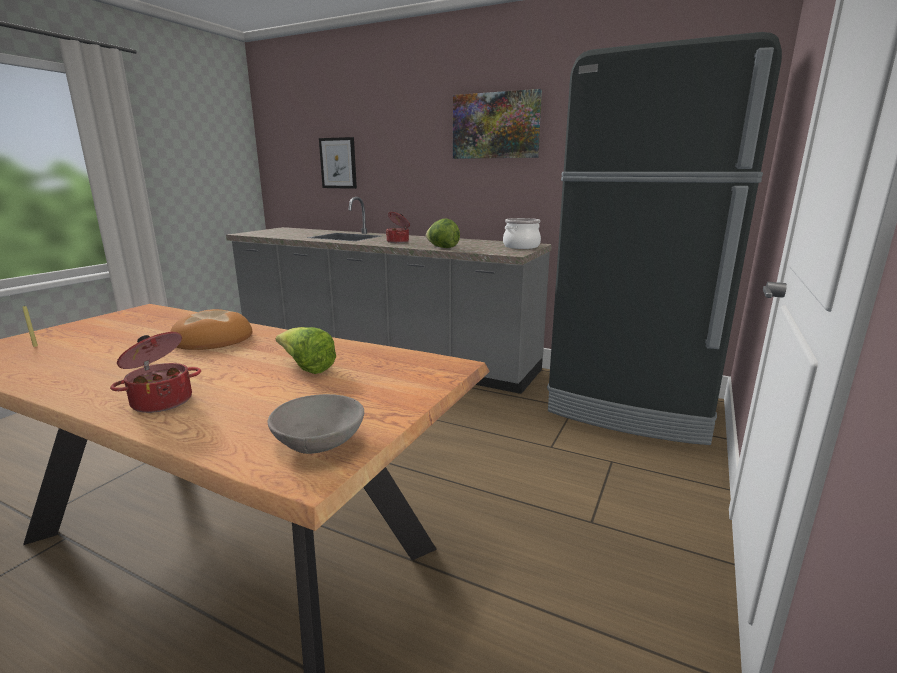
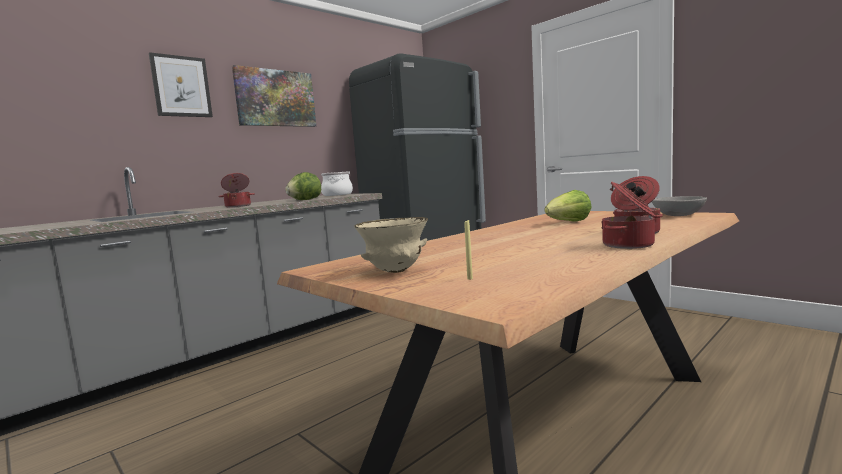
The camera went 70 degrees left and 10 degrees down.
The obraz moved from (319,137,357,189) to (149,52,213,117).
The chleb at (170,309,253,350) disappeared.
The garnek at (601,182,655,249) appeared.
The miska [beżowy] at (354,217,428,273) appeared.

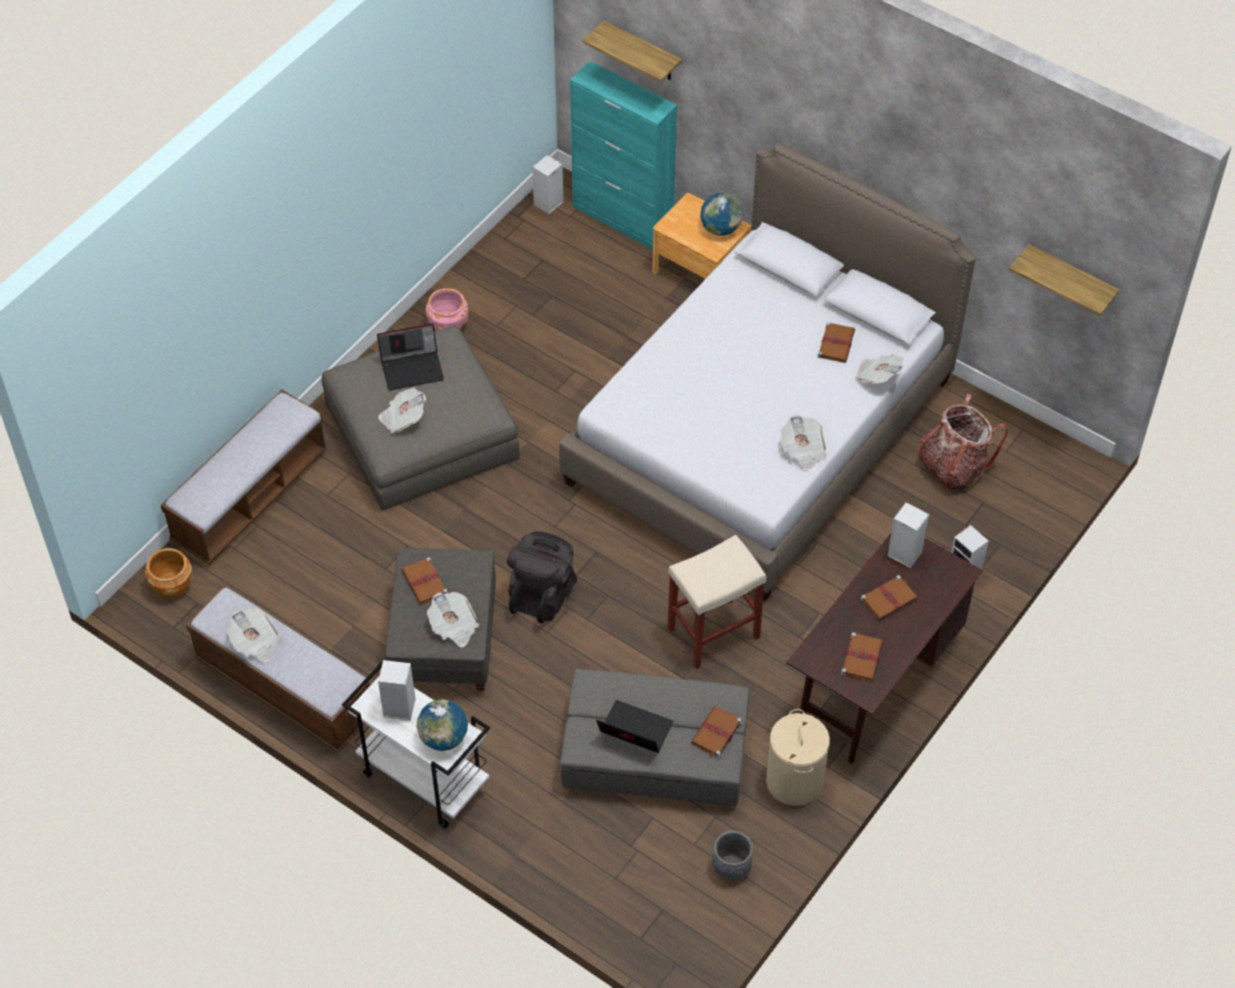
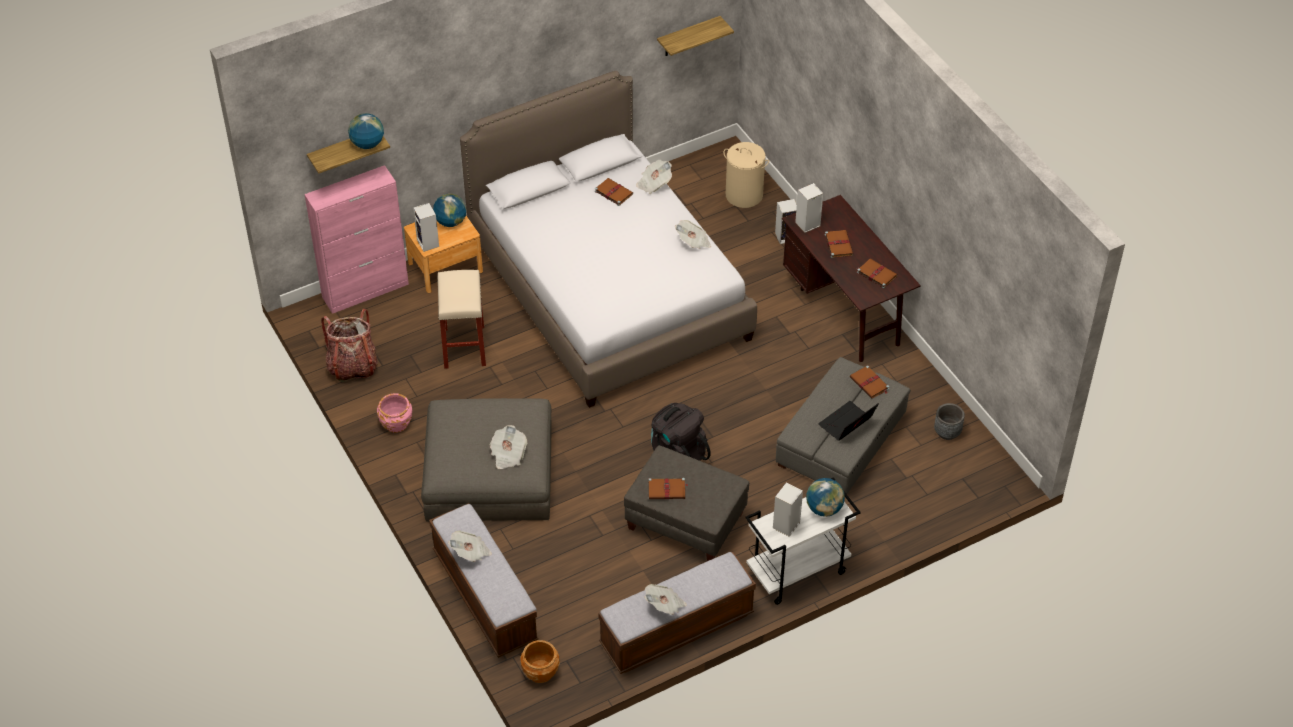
The camera went 65 degrees left and 5 degrees down.
The szafka [turkusowy] at (570,61,677,250) became the szafka [różowy] at (304,165,409,314).
The głośnik moved from (532,155,564,214) to (413,203,439,252).
The laptop at (377,324,444,390) disappeared.
The plecak moved from (919,394,1008,490) to (321,309,378,382).
The stołek [beżowy] moved from (668,535,766,669) to (437,270,486,369).
The gazeta moved from (427,592,479,647) to (448,531,492,562).
The kosz na pranie [beżowy] moved from (766,709,830,806) to (723,142,769,208).
The globus at (348,113,384,149) appeared.

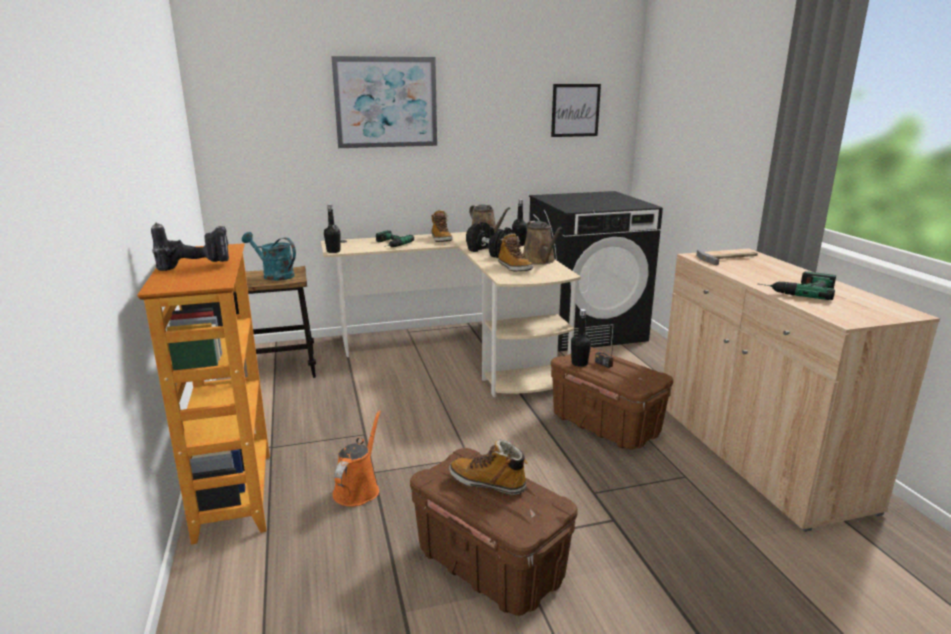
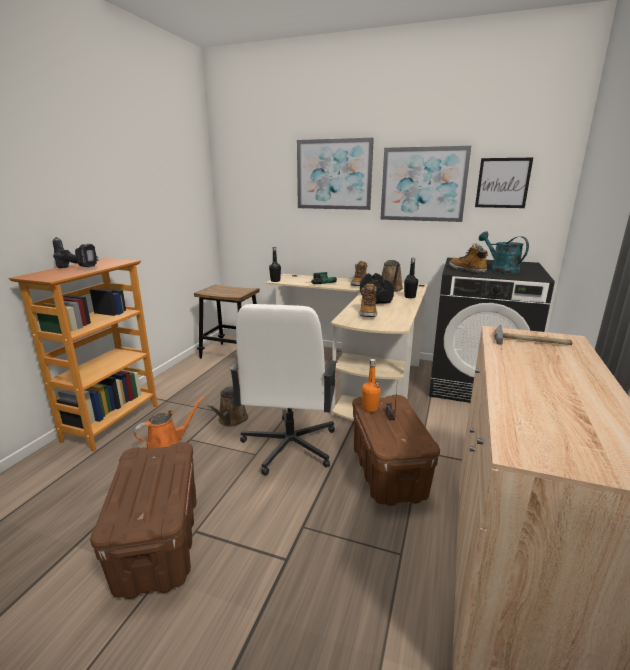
The camera went 35 degrees right and 0 degrees up.
The konewka [brązowy] moved from (523,221,562,265) to (207,383,248,427).
The konewka [turkusowy] moved from (242,232,296,281) to (479,231,529,274).
The wiertarka at (758,271,836,300) disappeared.
The butelka [czarny] at (571,309,591,367) became the butelka [pomarańczowy] at (362,359,381,412).
The but z cholewką moved from (449,439,528,495) to (449,243,488,273).
The obraz at (380,146,471,222) appeared.
The krzesło biurowe [biały] at (229,304,337,476) appeared.

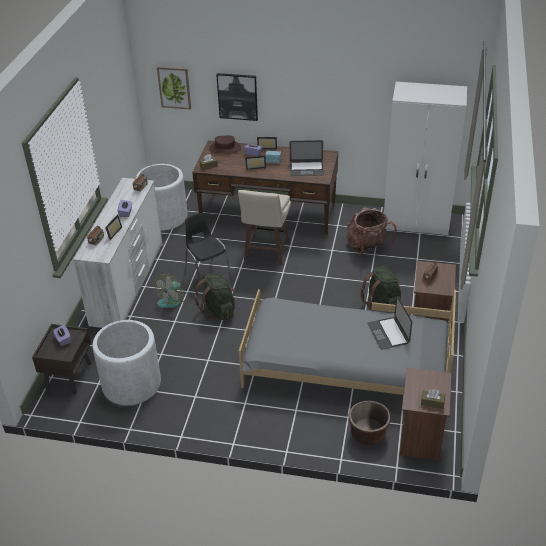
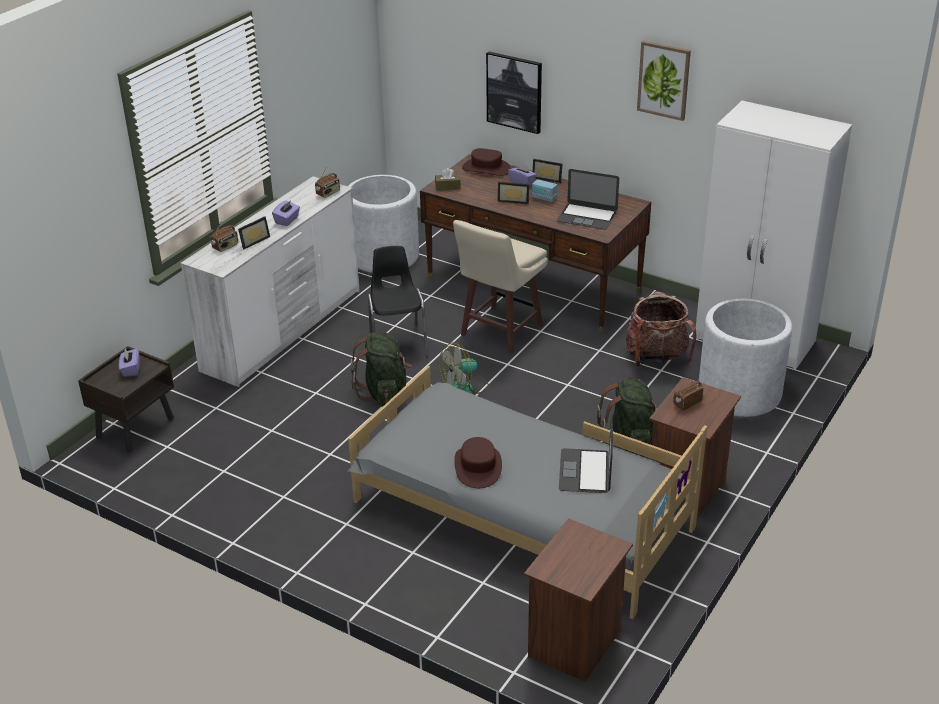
The camera went 20 degrees right and 5 degrees down.
The obraz moved from (157,66,191,110) to (637,41,691,121).
The wentylator moved from (155,274,188,308) to (439,342,489,394).
The donica [biały] moved from (92,320,161,405) to (699,299,792,417).
The pudełko chusteczek [brązowy] at (421,389,445,409) disappeared.
The donica [brązowy] at (349,401,390,445) disappeared.
The kapelusz [brązowy] at (454,437,502,488) appeared.

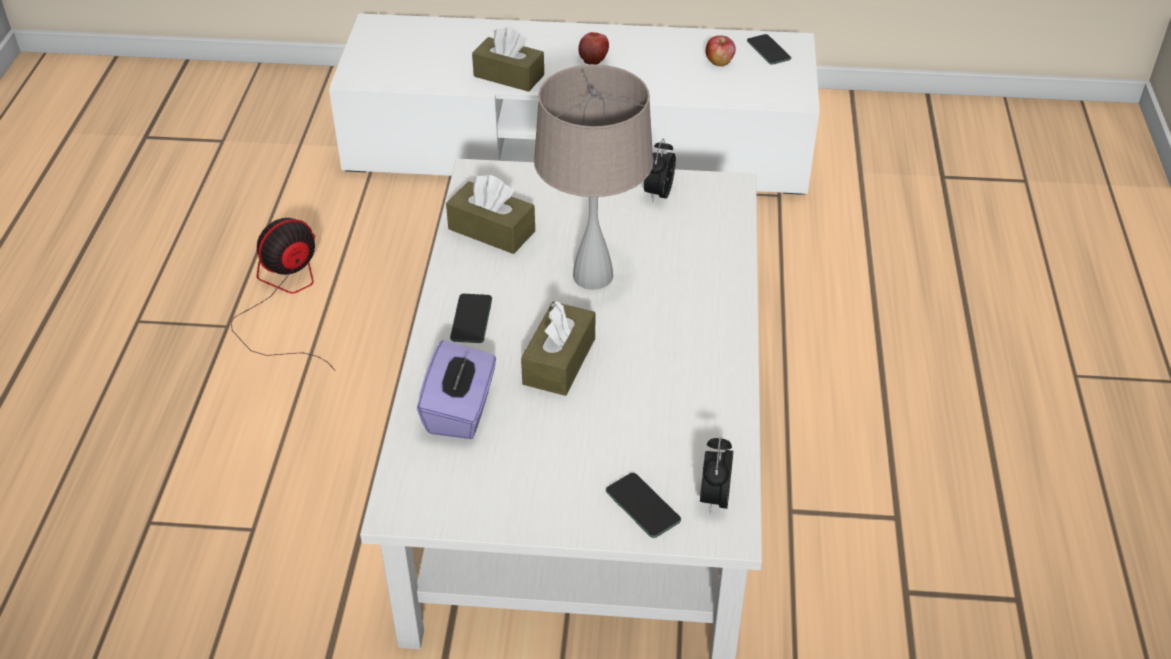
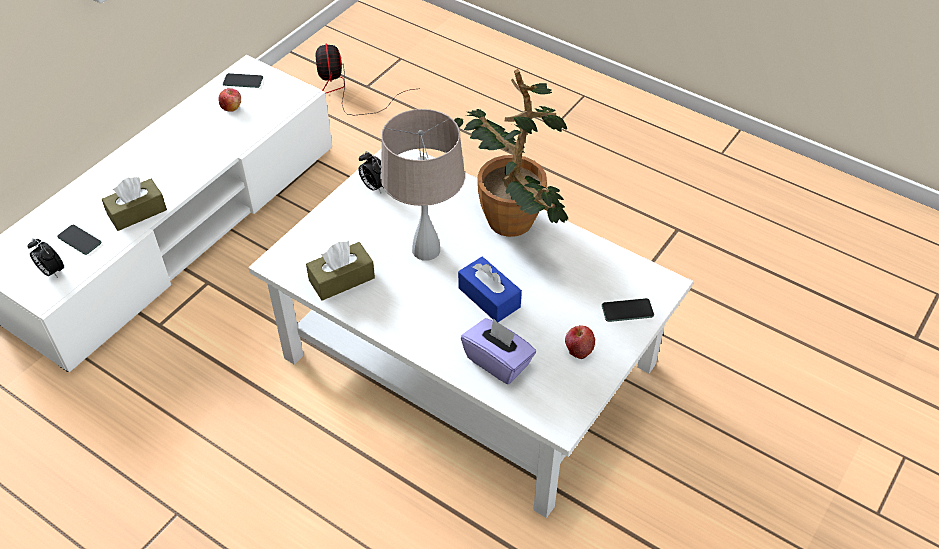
The camera went 60 degrees left and 5 degrees up.
The jabłko moved from (578,32,609,65) to (565,325,595,359).
The wentylator moved from (231,218,336,371) to (315,43,414,115).
The telefon moved from (450,294,492,343) to (57,225,101,255).
The pudełko chusteczek [brązowy] at (521,301,595,396) became the pudełko chusteczek [niebieski] at (458,257,522,322).
The budzik moved from (700,437,733,513) to (28,238,64,278).
The roślina doniczkowa at (454,69,569,237) appeared.

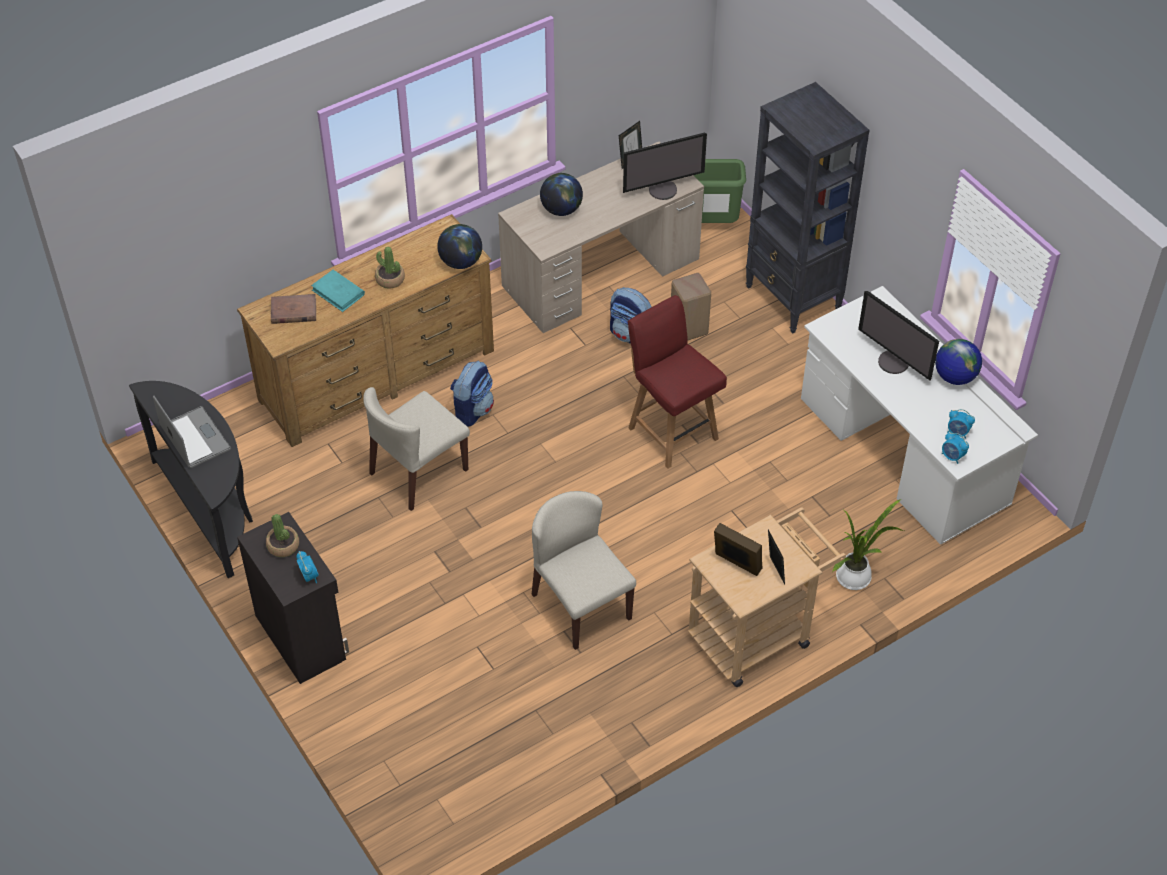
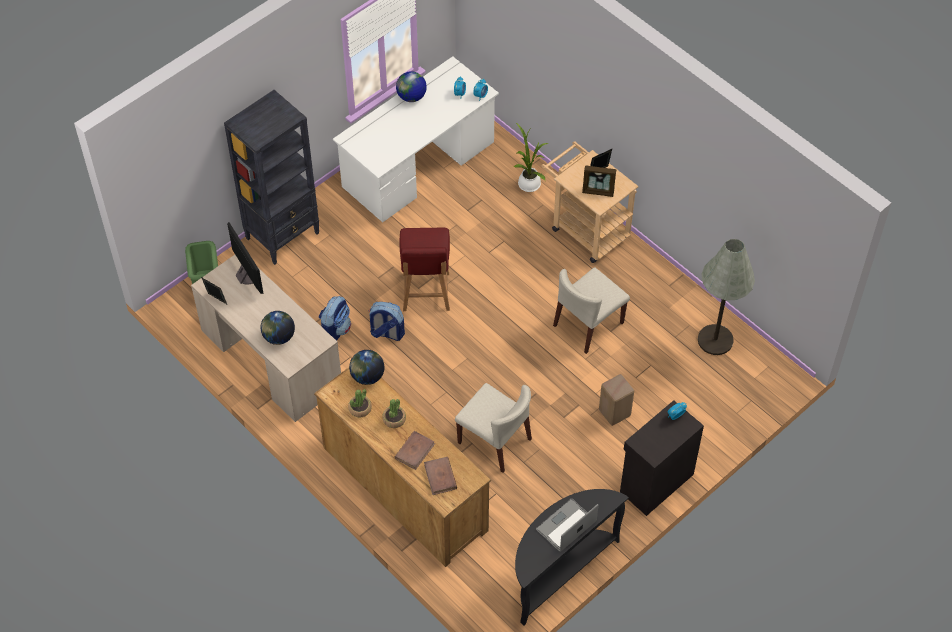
The camera went 100 degrees left and 5 degrees up.
The książka [turkusowy] at (311,270,365,312) became the książka [brązowy] at (395,431,435,470).
The stołek [beżowy] moved from (671,273,711,340) to (599,374,634,426).
The monitor at (858,291,939,381) disappeared.
The krzesło [czerwony] at (628,295,727,468) turned 45 degrees counterclockwise.
The plecak moved from (450,361,494,427) to (368,302,405,341).
The roślina doniczkowa moved from (266,514,299,557) to (348,389,372,417).
The ramka na zdjęcie at (714,523,762,576) turned 105 degrees counterclockwise.
The lampa stojąca [szary] at (698,239,755,355) appeared.

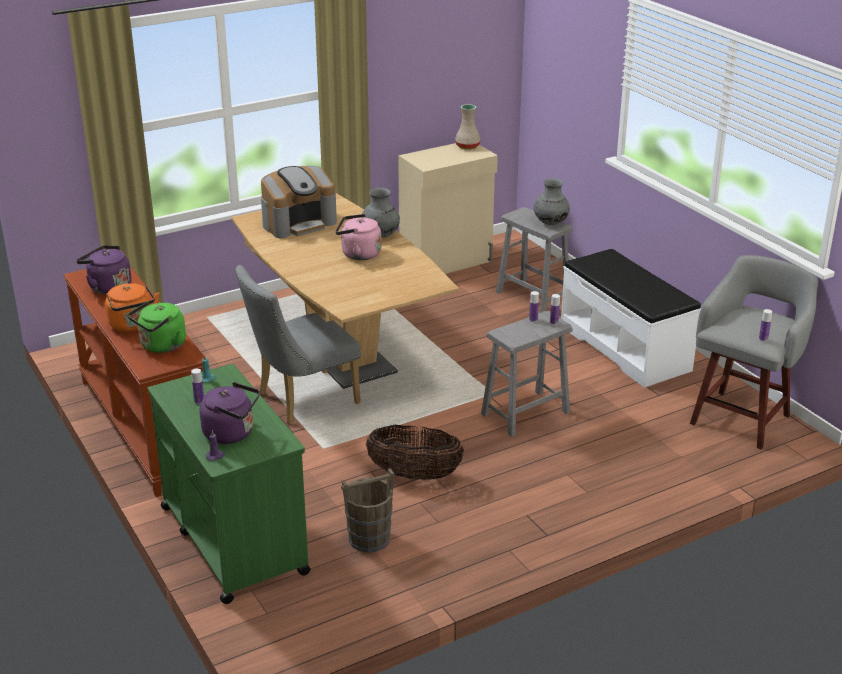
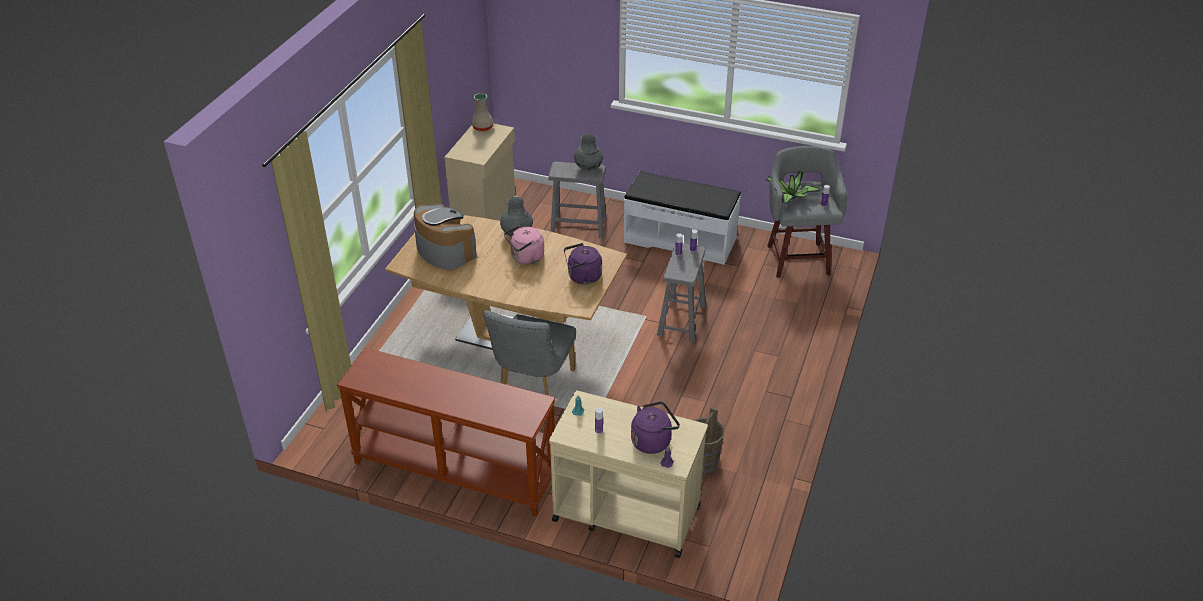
The camera went 40 degrees left and 10 degrees up.
The ekspres do kawy at (261,166,337,238) turned 60 degrees counterclockwise.
The czajnik [fioletowy] moved from (76,245,131,294) to (564,243,602,285).
The czajnik [pomarańczowy] at (105,283,159,332) disappeared.
The czajnik [zielony] at (127,301,186,353) disappeared.
The wózek [zielony] at (148,364,311,604) became the wózek [beżowy] at (549,390,708,558).
The koszyk at (366,425,464,480) disappeared.
The roślina doniczkowa at (765,171,821,204) appeared.

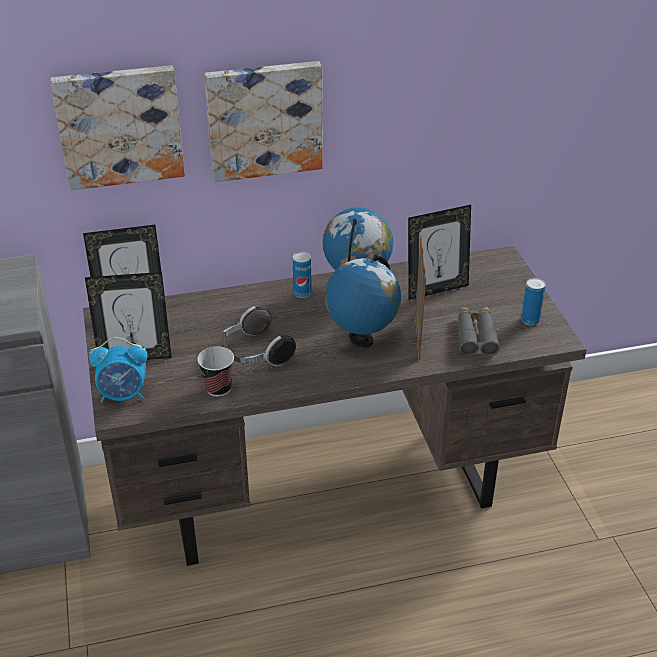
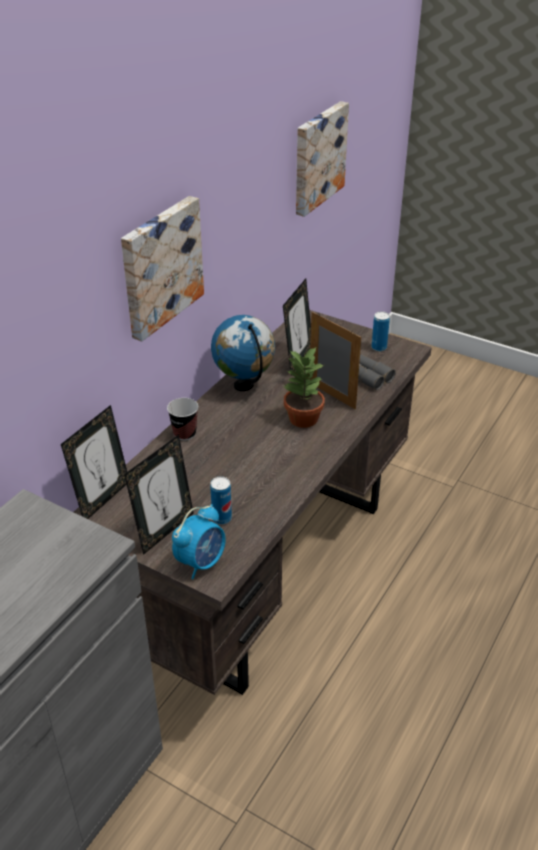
The camera went 45 degrees left and 0 degrees up.
The obraz moved from (50,65,185,190) to (296,101,349,217).
The puszka moved from (293,252,312,298) to (210,476,232,524).
The globus at (325,254,401,348) was replaced by the roślina doniczkowa at (283,348,325,428).
The słuchawki at (221,306,296,366) disappeared.
The filiżanka moved from (197,347,234,397) to (167,398,199,441).

